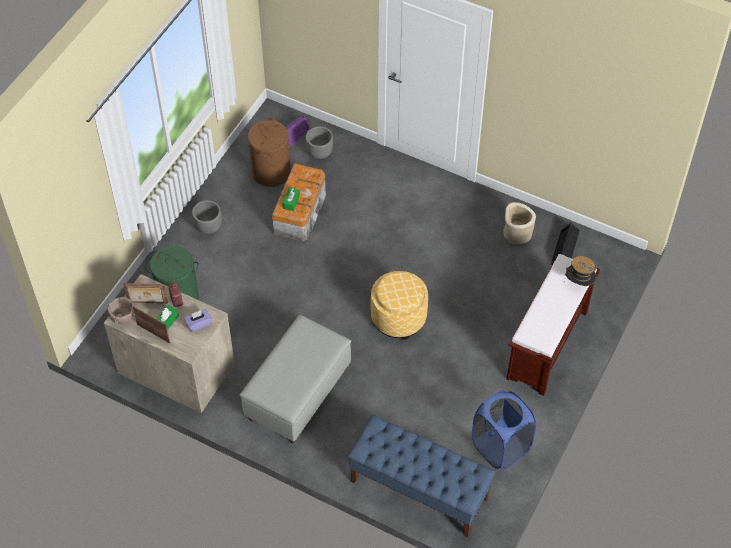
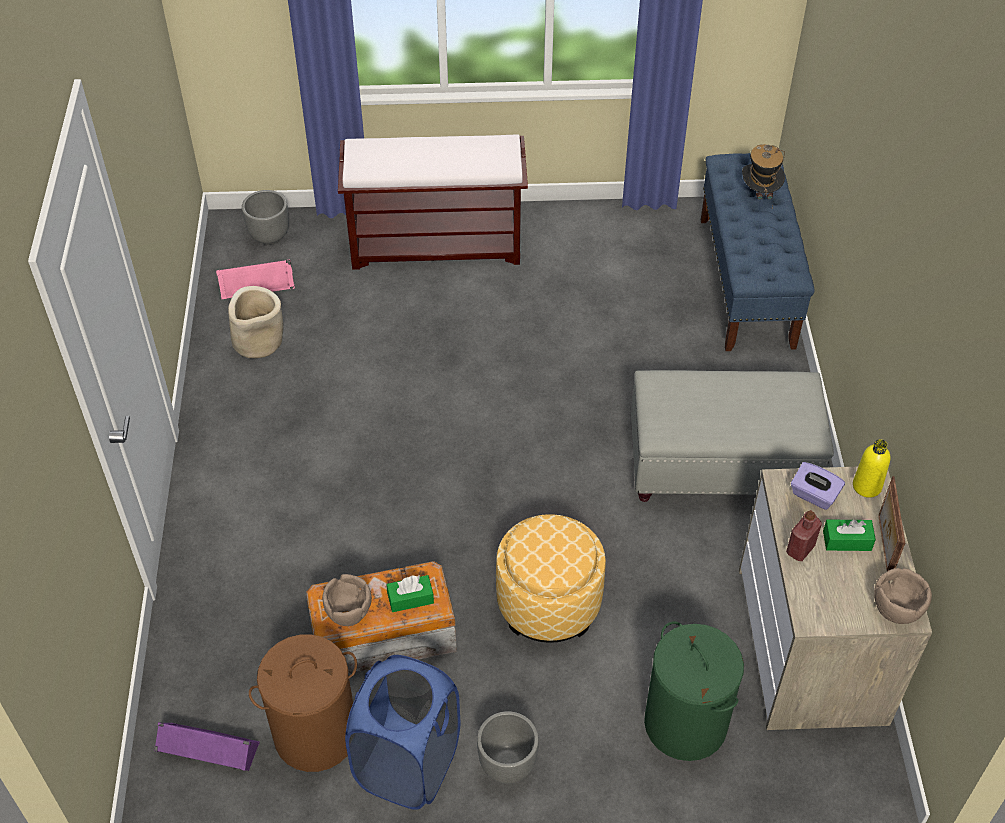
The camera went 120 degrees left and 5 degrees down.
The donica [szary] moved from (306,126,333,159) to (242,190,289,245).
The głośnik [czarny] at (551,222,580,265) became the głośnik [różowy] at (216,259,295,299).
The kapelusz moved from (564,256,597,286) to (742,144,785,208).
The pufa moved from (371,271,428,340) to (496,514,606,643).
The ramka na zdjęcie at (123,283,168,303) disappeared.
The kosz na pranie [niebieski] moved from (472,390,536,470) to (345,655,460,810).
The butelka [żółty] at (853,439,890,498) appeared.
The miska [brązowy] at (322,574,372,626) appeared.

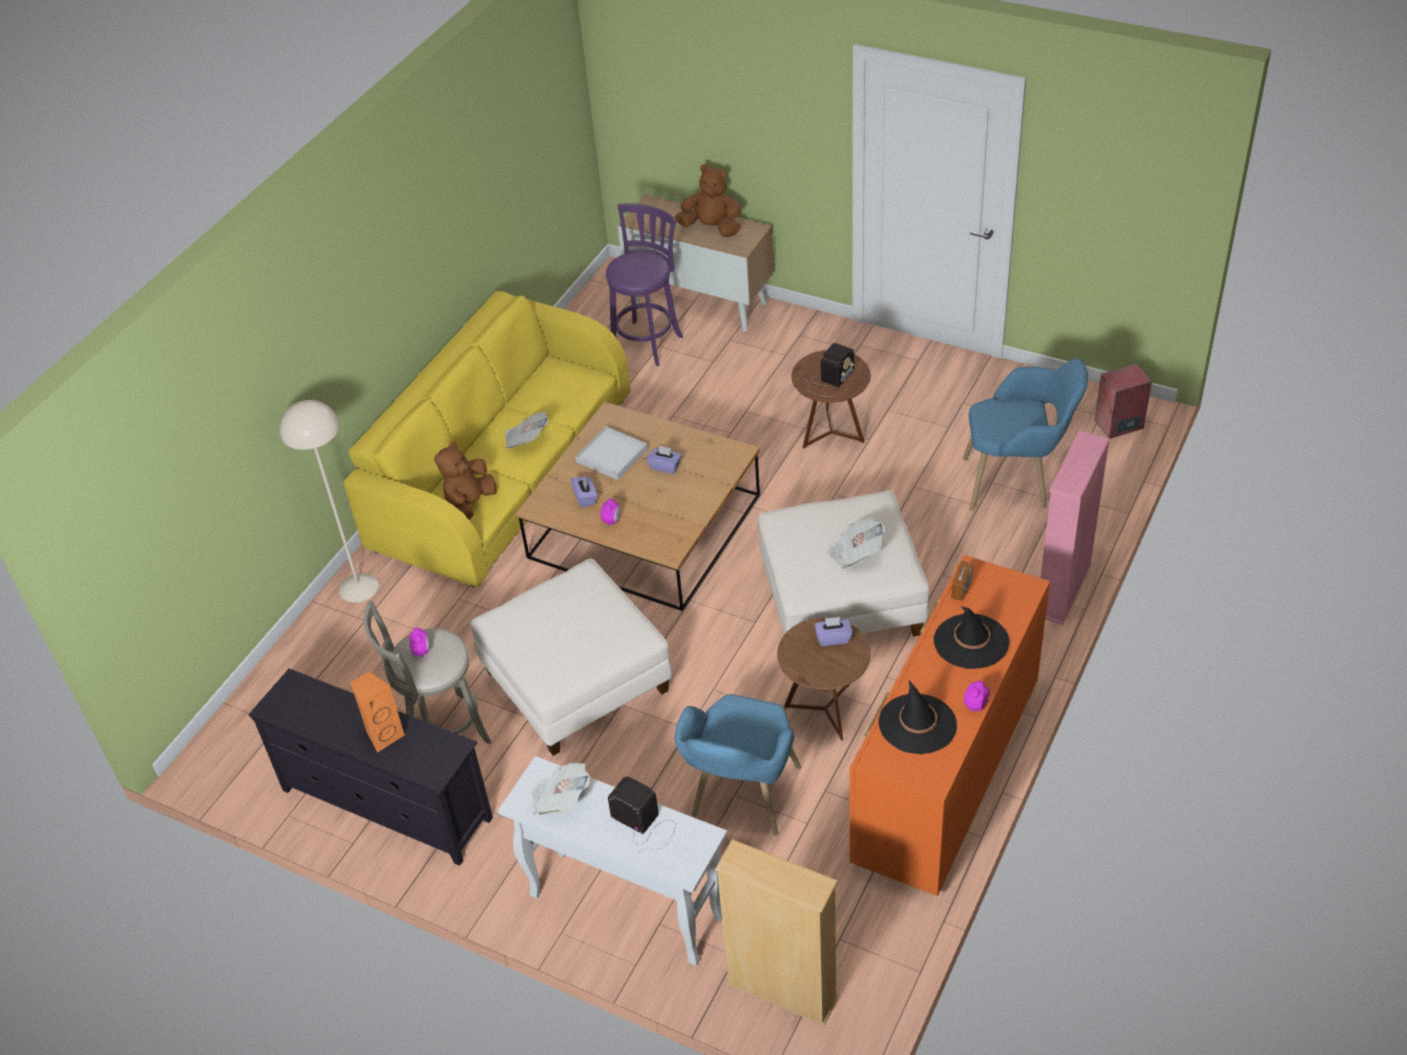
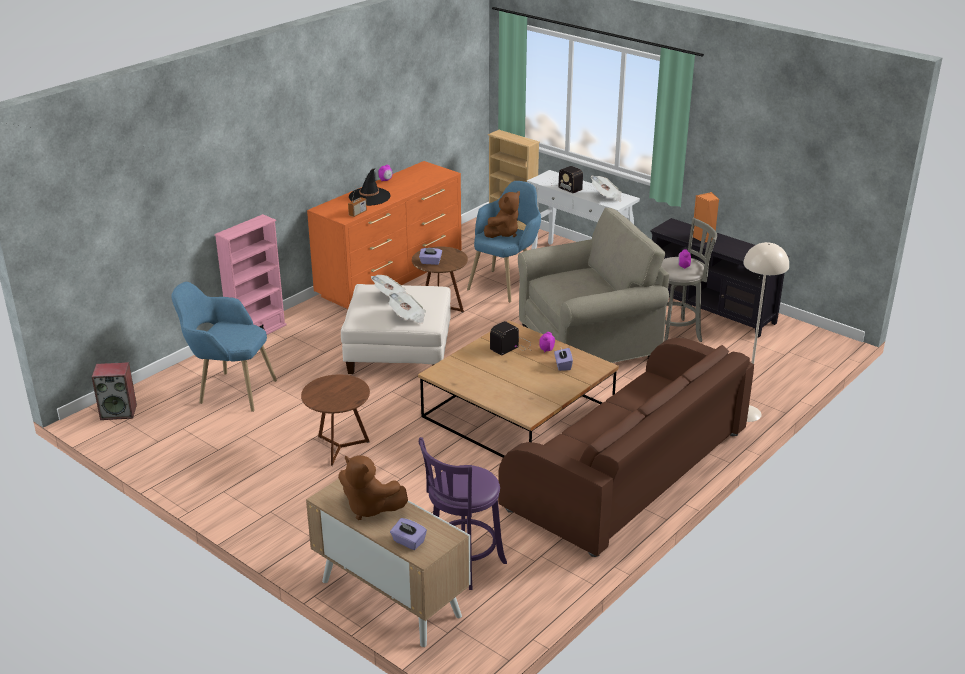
The camera went 170 degrees left and 15 degrees down.
The kanapa [żółty] at (343,291,631,587) became the kanapa [brązowy] at (498,338,754,557).
The radio moved from (804,343,854,397) to (490,321,530,356).
The gazeta moved from (505,411,549,449) to (389,292,426,324).
The taca [biały] at (575,427,648,480) disappeared.
The pluszak [brązowy] moved from (434,441,497,520) to (484,191,520,238).
The pudełko chusteczek [fioletowy] moved from (647,445,682,474) to (390,518,427,550).
The pufa [biały] at (470,558,672,756) was replaced by the fotel [beżowy] at (518,207,669,363).
The kapelusz [czarny] at (878,680,957,754) disappeared.

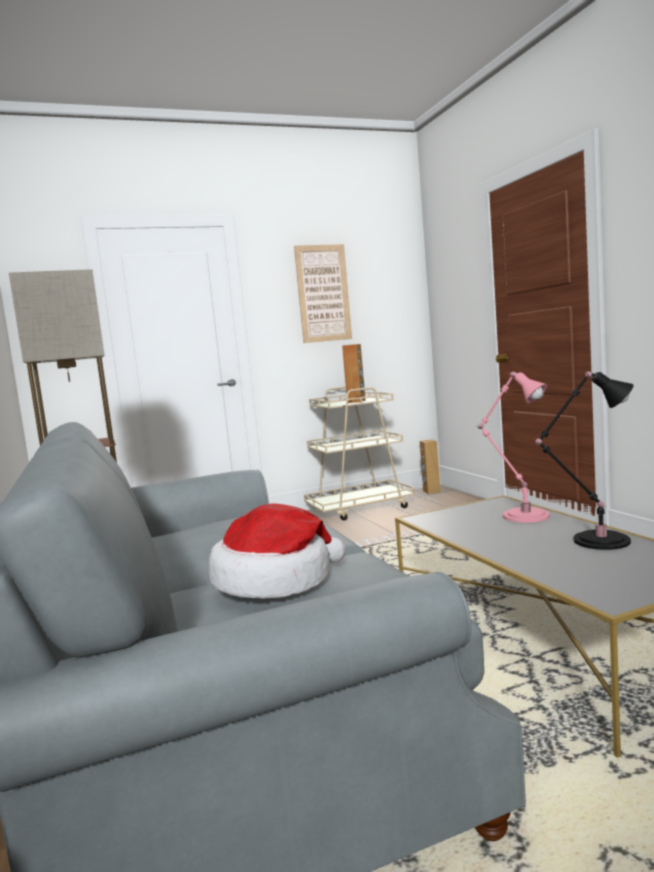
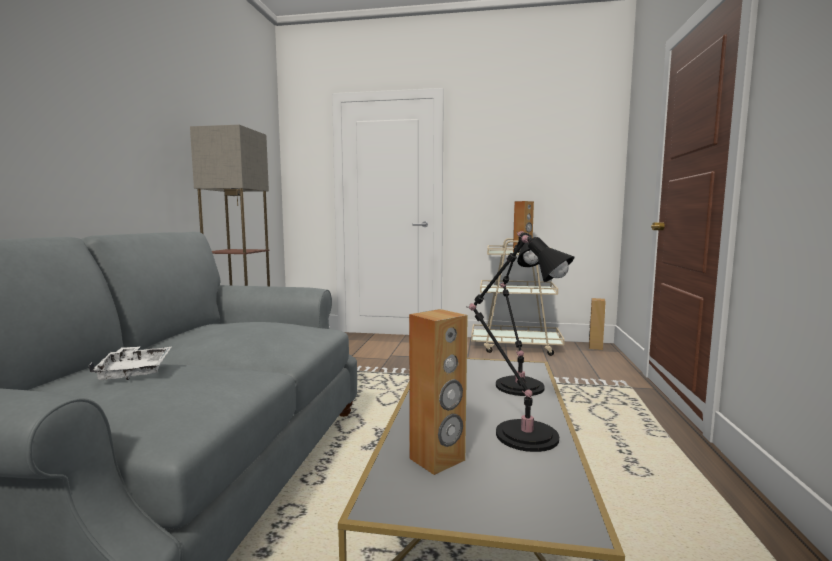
The camera went 30 degrees right and 0 degrees up.
The obraz at (294,244,352,343) disappeared.
The lampa stołowa [różowy] at (478,372,550,523) became the lampa stołowa [czarny] at (496,231,545,396).
The kapelusz at (209,504,345,599) was replaced by the taca [biały] at (89,346,171,380).
The głośnik [brązowy] at (409,309,468,475) appeared.

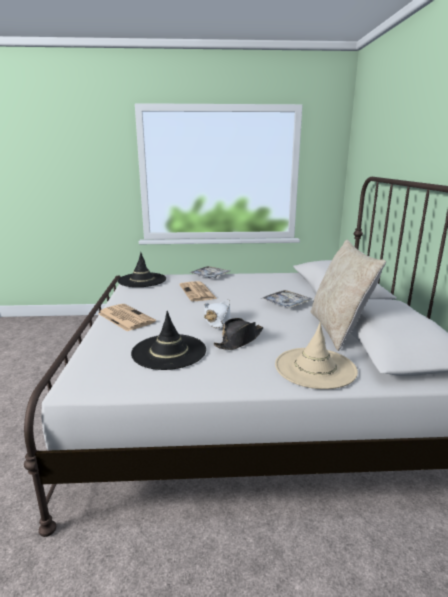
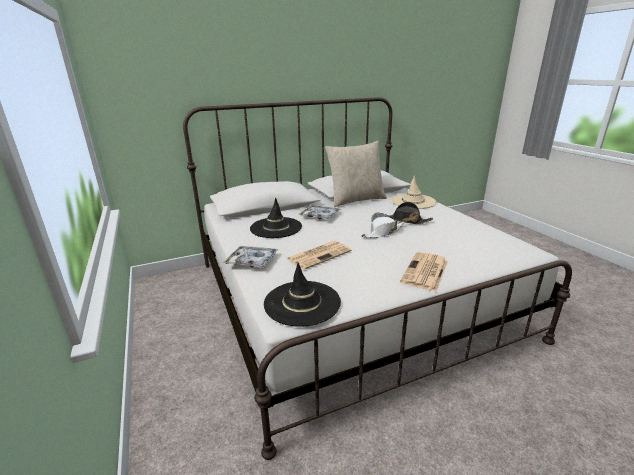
The camera went 110 degrees left and 5 degrees up.
The kapelusz [czarny] moved from (131,311,206,370) to (250,198,302,238).

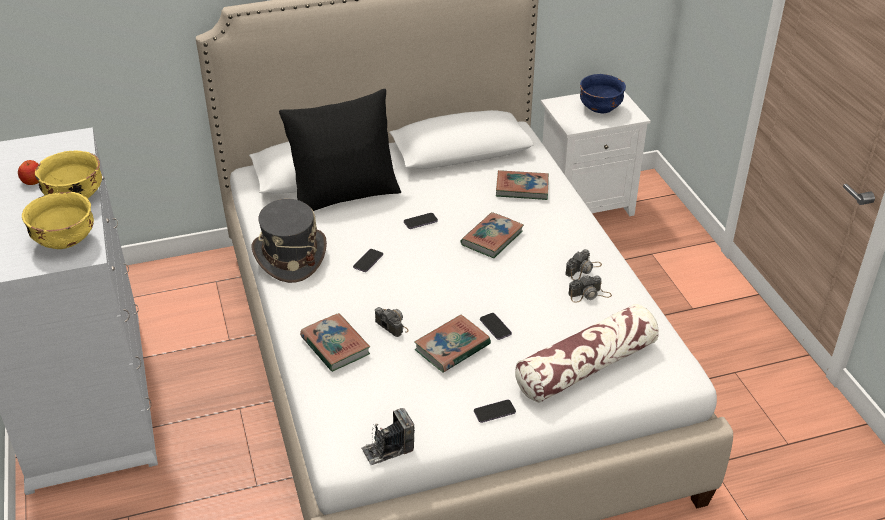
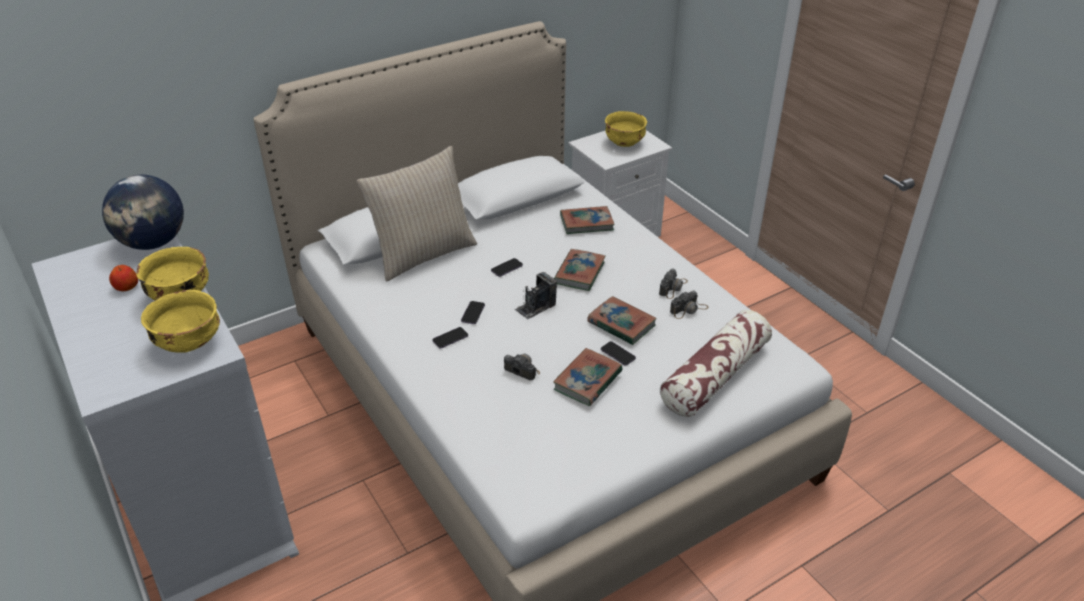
The camera went 15 degrees left and 0 degrees up.
The miska [niebieski] at (580,74,626,113) became the miska [żółty] at (605,111,647,147).
The poduszka [czarny] at (279,89,401,211) became the poduszka [beżowy] at (357,146,477,281).
The kapelusz [szary] at (252,199,327,283) disappeared.
The książka moved from (300,313,370,372) to (587,296,657,345).
The telefon moved from (474,400,516,423) to (432,327,468,349).
The aparat fotograficzny moved from (361,408,415,465) to (515,272,557,319).
The globus at (102,175,184,250) appeared.

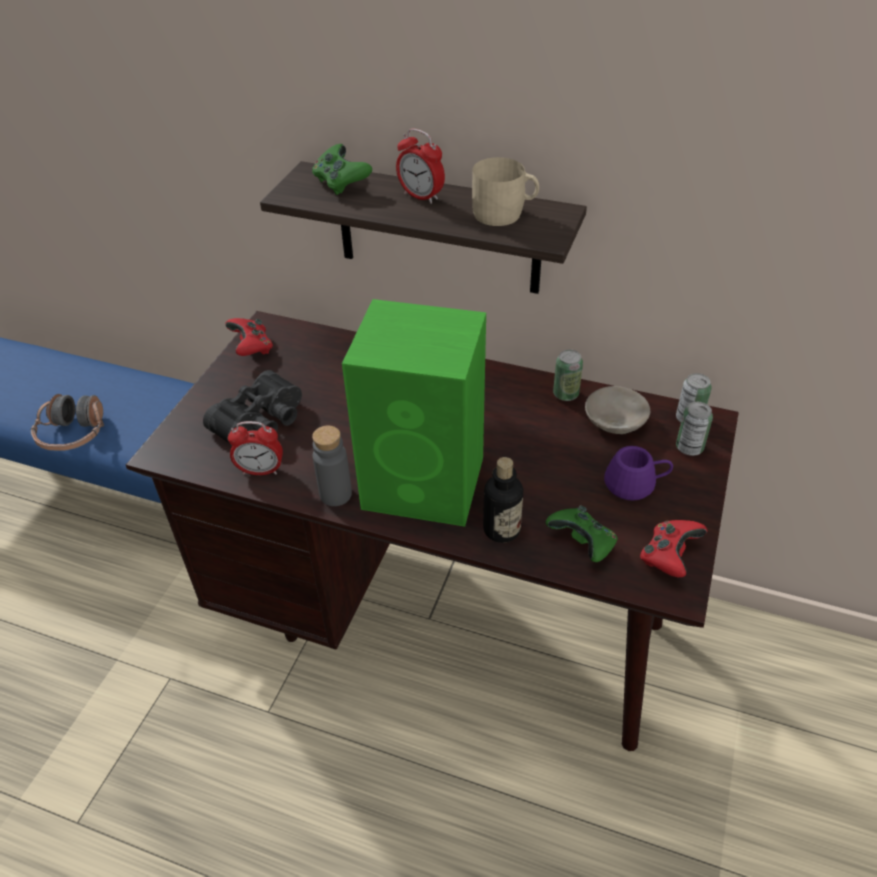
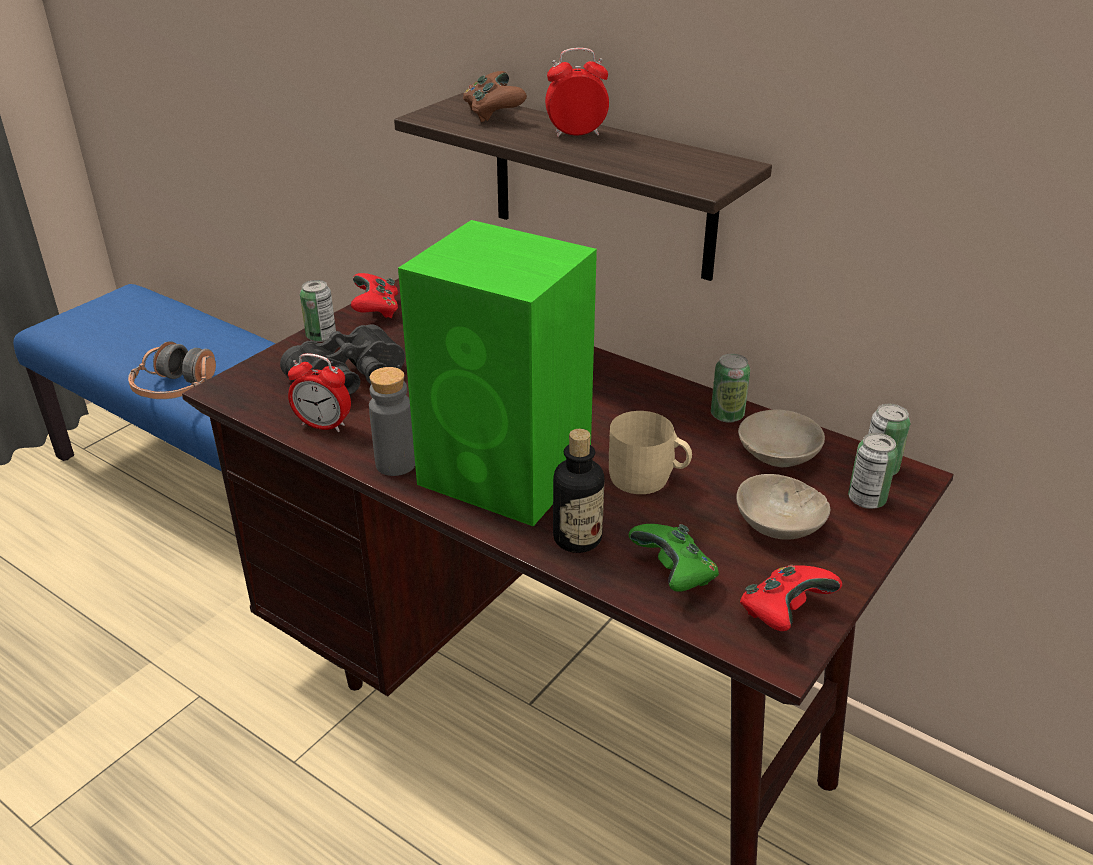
The camera went 15 degrees right and 10 degrees down.
The budzik at (396,128,445,204) turned 120 degrees clockwise.
The pad do gier [zielony] at (312,144,372,195) became the pad do gier [brązowy] at (463,71,527,122).
The kubek [beżowy] moved from (472,157,539,226) to (609,411,692,494).
The kubek [fioletowy] at (604,446,673,501) was replaced by the miska [beżowy] at (736,474,830,540).
The puszka at (300,280,336,342) appeared.

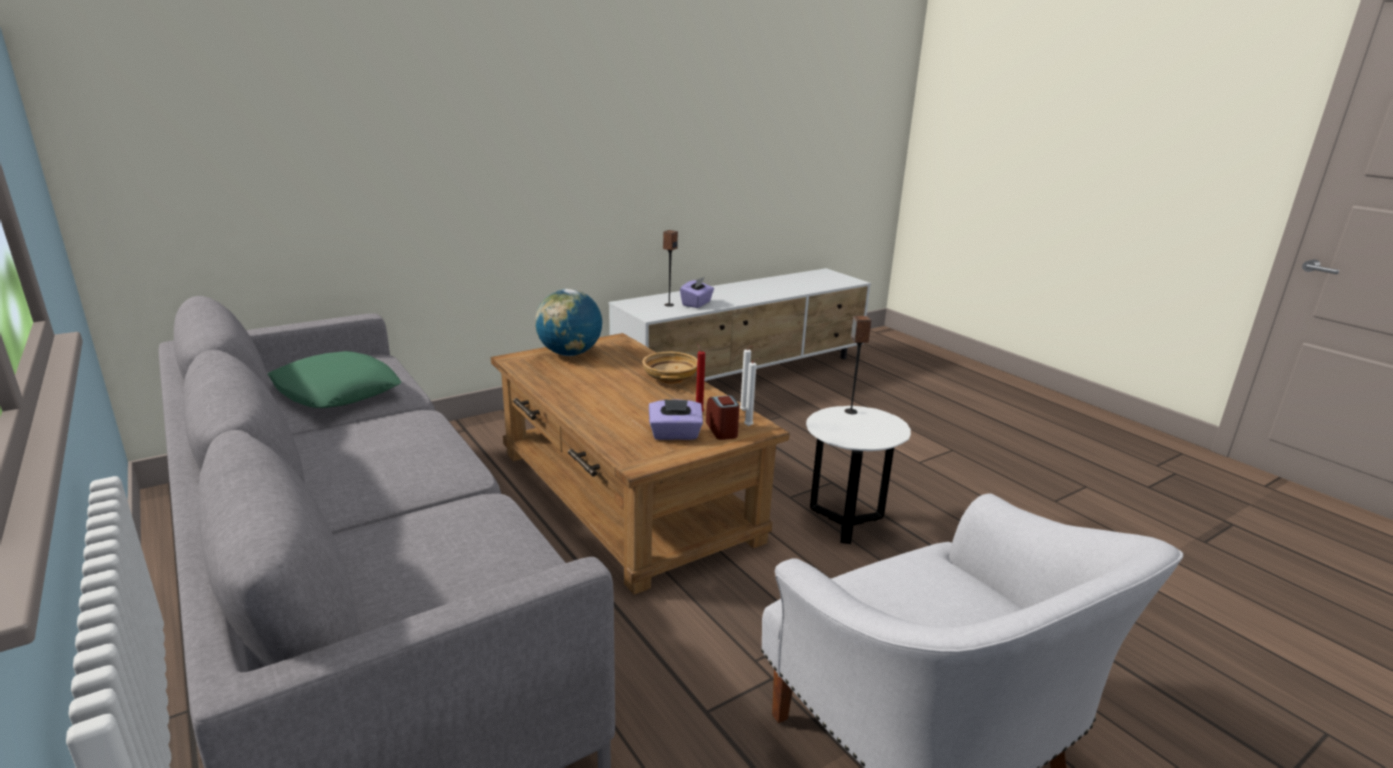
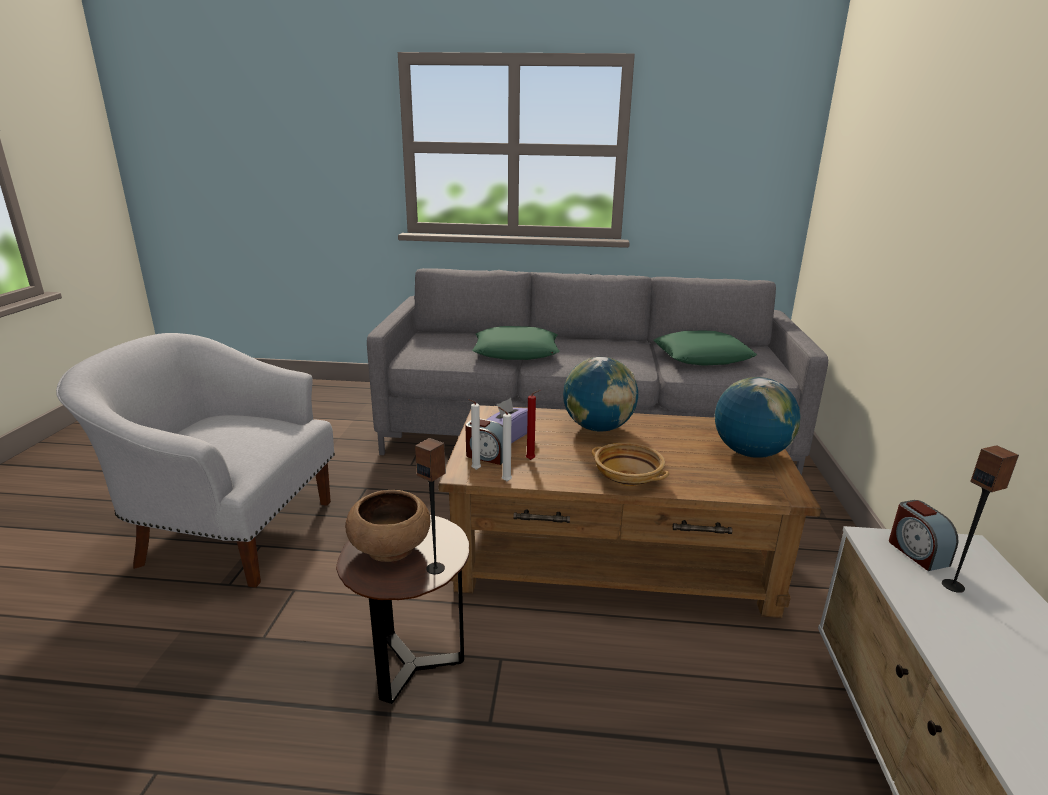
The camera went 130 degrees right and 0 degrees up.
The pudełko chusteczek [fioletowy] at (680,277,714,308) disappeared.
The stolik [biały] at (806,406,911,544) became the stolik [brązowy] at (336,515,469,704).
The poduszka [zielony] at (472,326,560,360) appeared.
The globus at (563,357,638,432) appeared.
The miska [brązowy] at (345,490,430,562) appeared.
The budzik at (889,500,959,571) appeared.

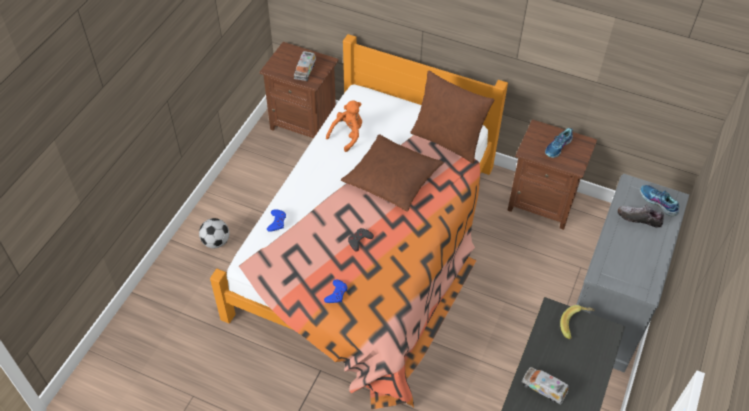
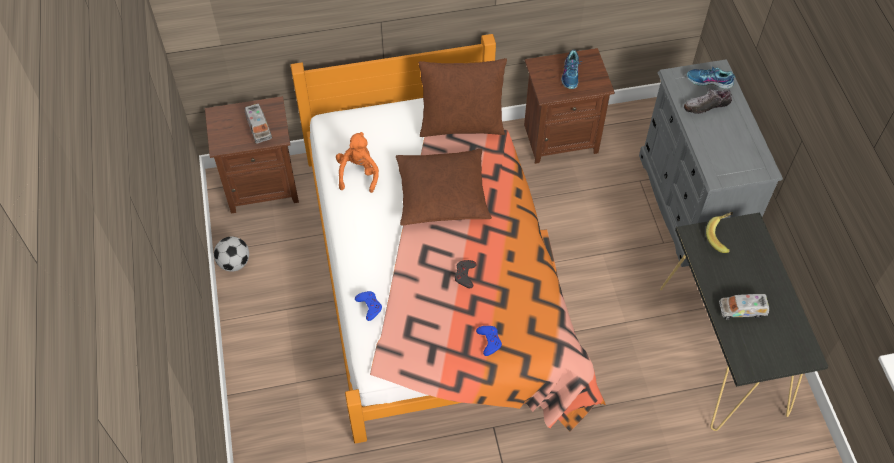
The camera went 35 degrees left and 5 degrees up.
The piłka futbolowa moved from (199,218,229,248) to (214,237,249,272).

